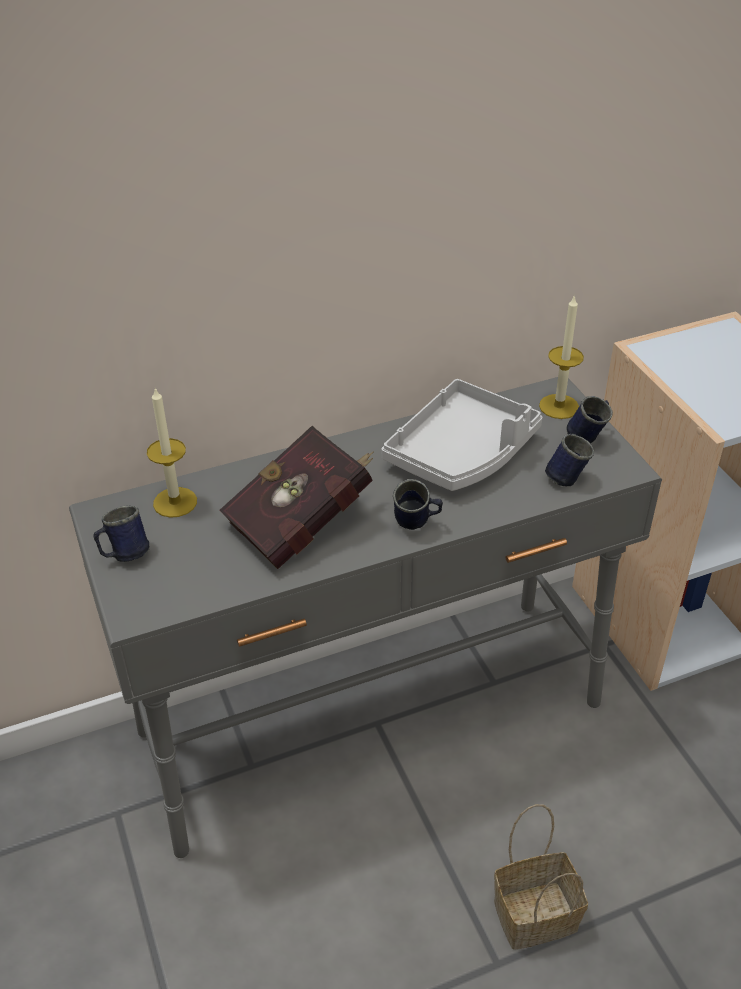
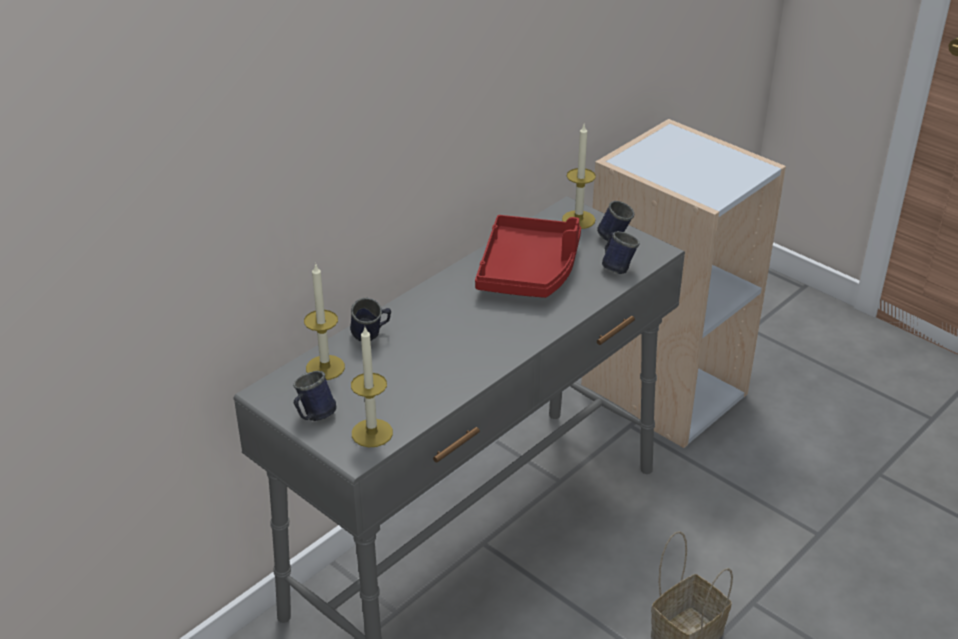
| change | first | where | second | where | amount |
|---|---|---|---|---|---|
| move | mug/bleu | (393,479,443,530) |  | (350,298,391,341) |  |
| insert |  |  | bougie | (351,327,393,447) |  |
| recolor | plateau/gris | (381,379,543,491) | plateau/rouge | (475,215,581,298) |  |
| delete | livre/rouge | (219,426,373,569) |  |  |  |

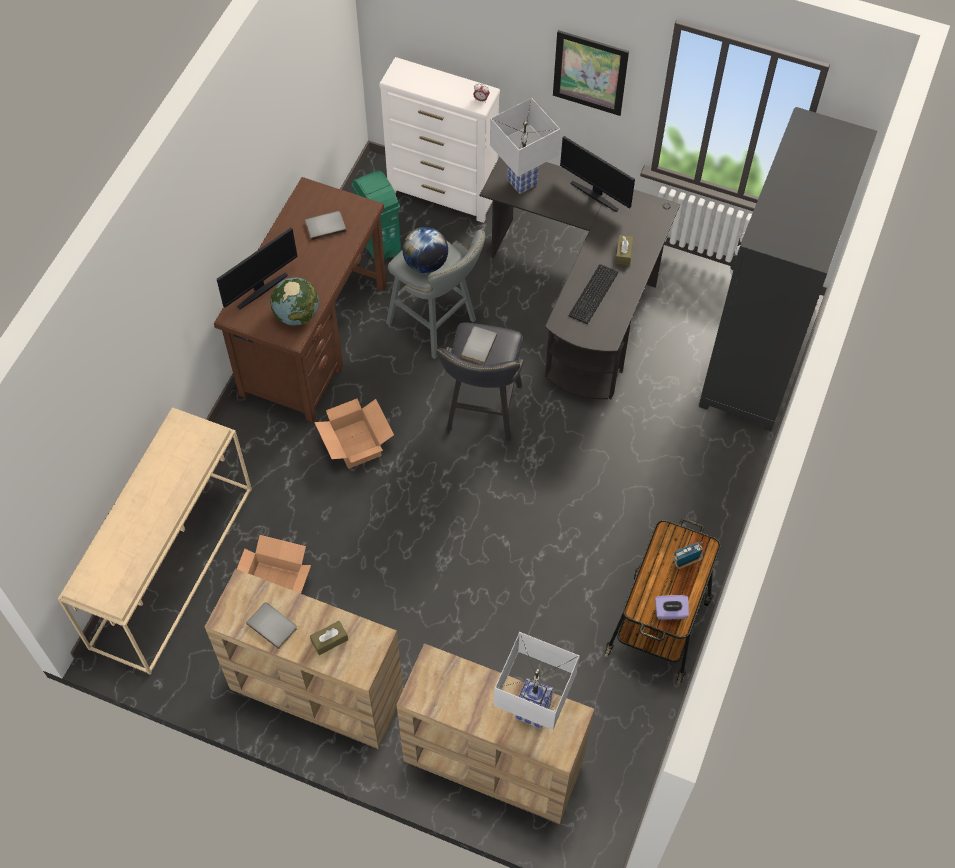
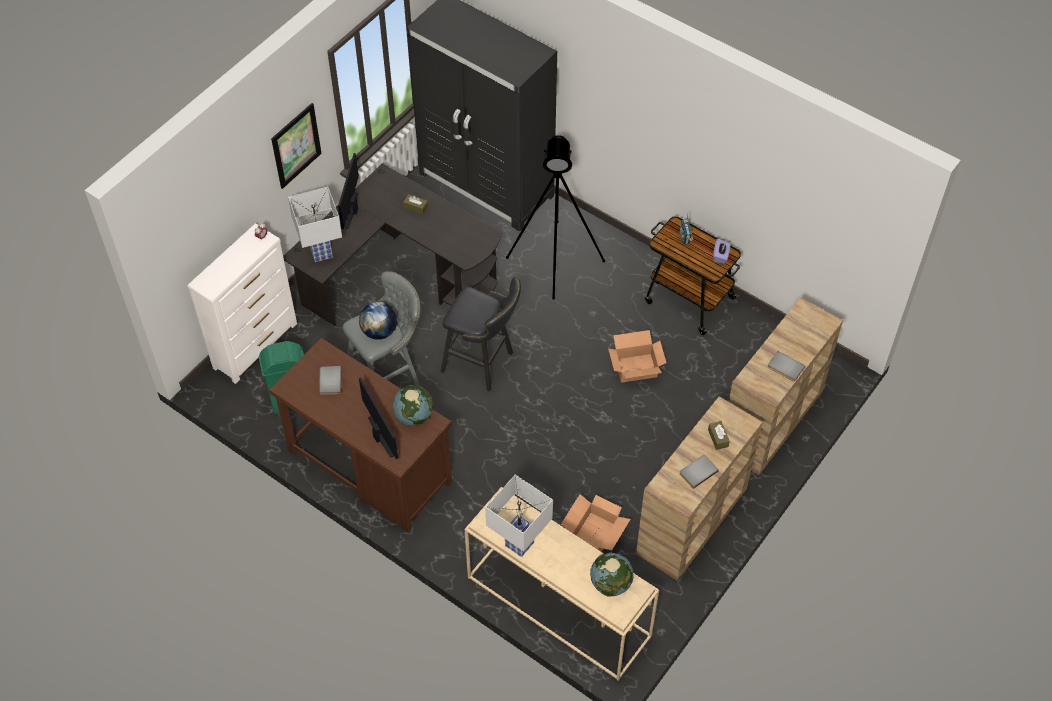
| change | first | where | second | where | amount |
|---|---|---|---|---|---|
| rotate | écran d'ordinateur | (560,136,635,212) |  | (338,153,359,229) | 135 degrees clockwise |
| move | lampe de table/blanc | (494,632,580,730) |  | (485,475,553,557) |  |
| insert |  |  | lampadaire/noir | (506,135,605,300) |  |
| insert |  |  | globe | (590,553,634,597) |  |
| move | carton | (314,398,394,469) |  | (608,330,667,383) |  |
| move | livre/gris | (462,326,497,365) |  | (767,351,805,382) |  |
| delete | clavier | (568,264,619,324) |  |  |  |

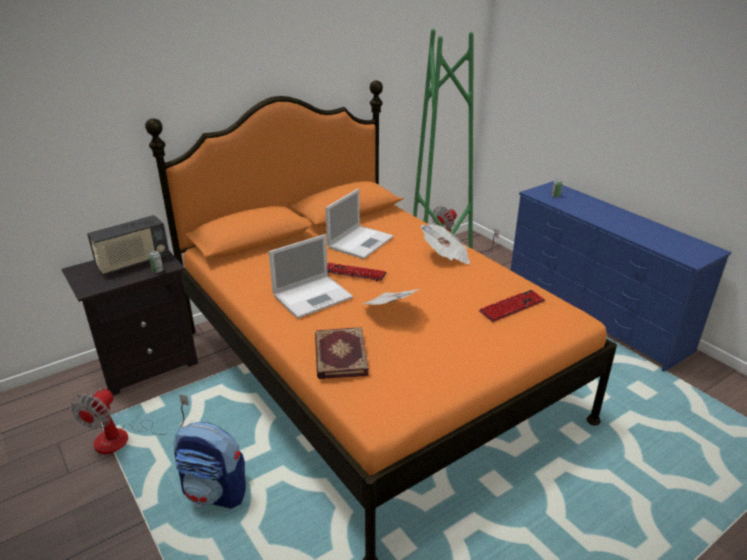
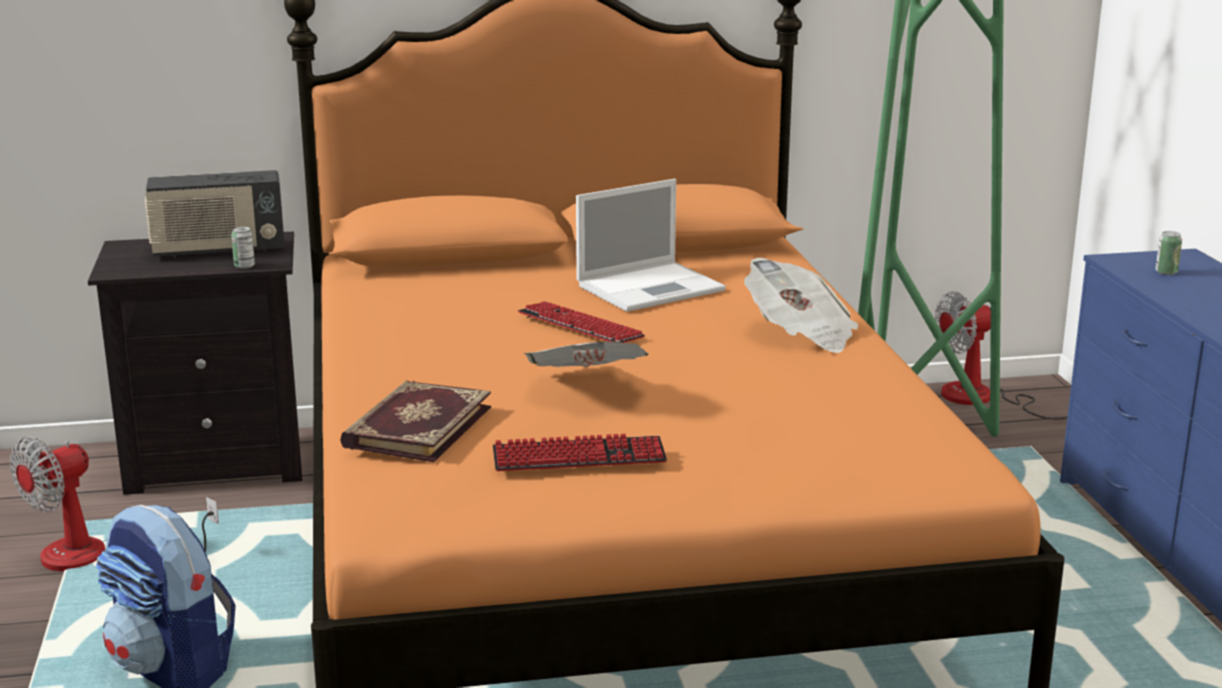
| change | first | where | second | where | amount |
|---|---|---|---|---|---|
| move | clavier | (479,290,545,322) |  | (493,434,667,471) |  |
| delete | ordinateur portable | (269,234,353,319) |  |  |  |

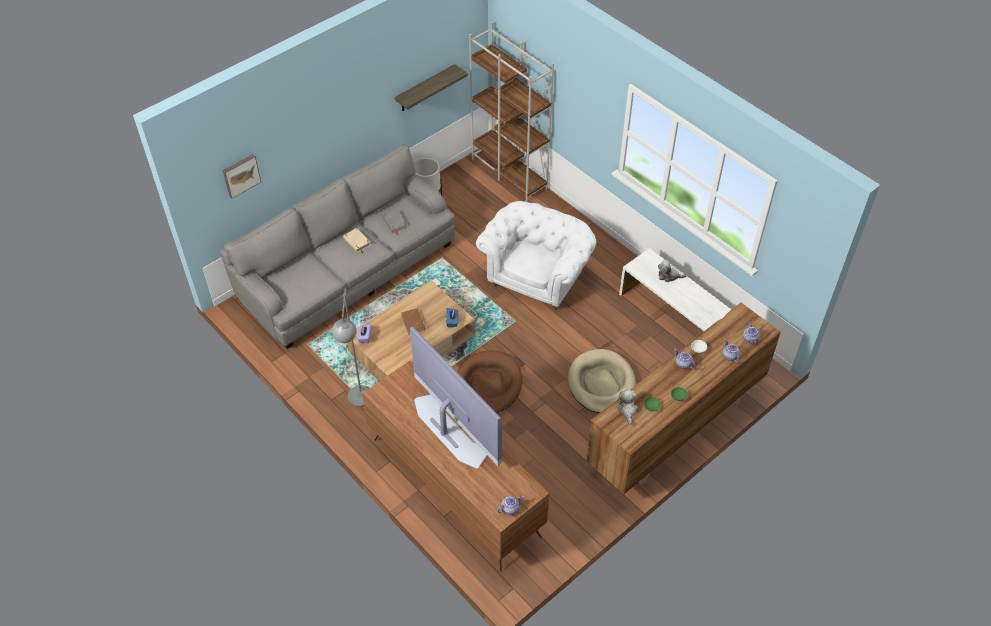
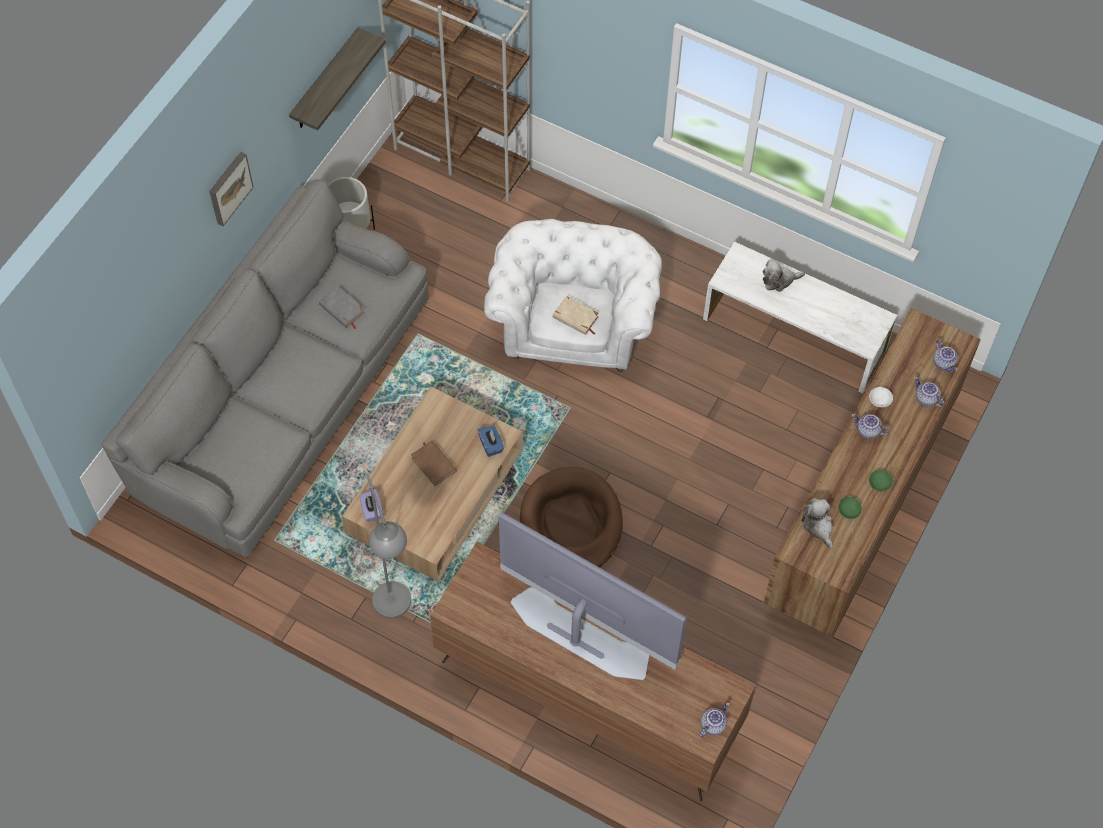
| change | first | where | second | where | amount |
|---|---|---|---|---|---|
| move | tableau | (223,154,261,199) |  | (209,152,254,226) |  |
| move | livre/beige | (343,228,370,254) |  | (553,296,599,335) |  |
| delete | panier pour chien/beige | (568,349,636,413) |  |  |  |

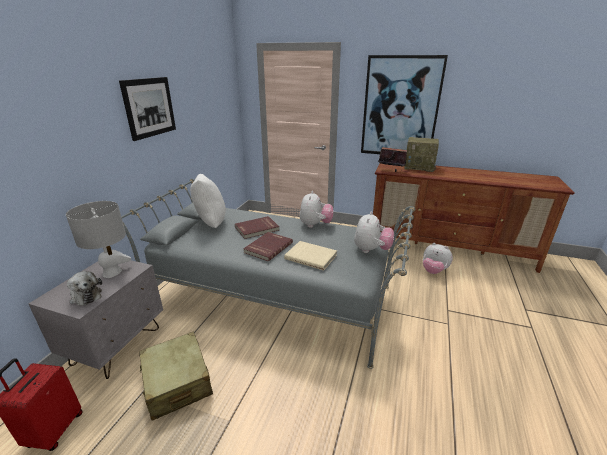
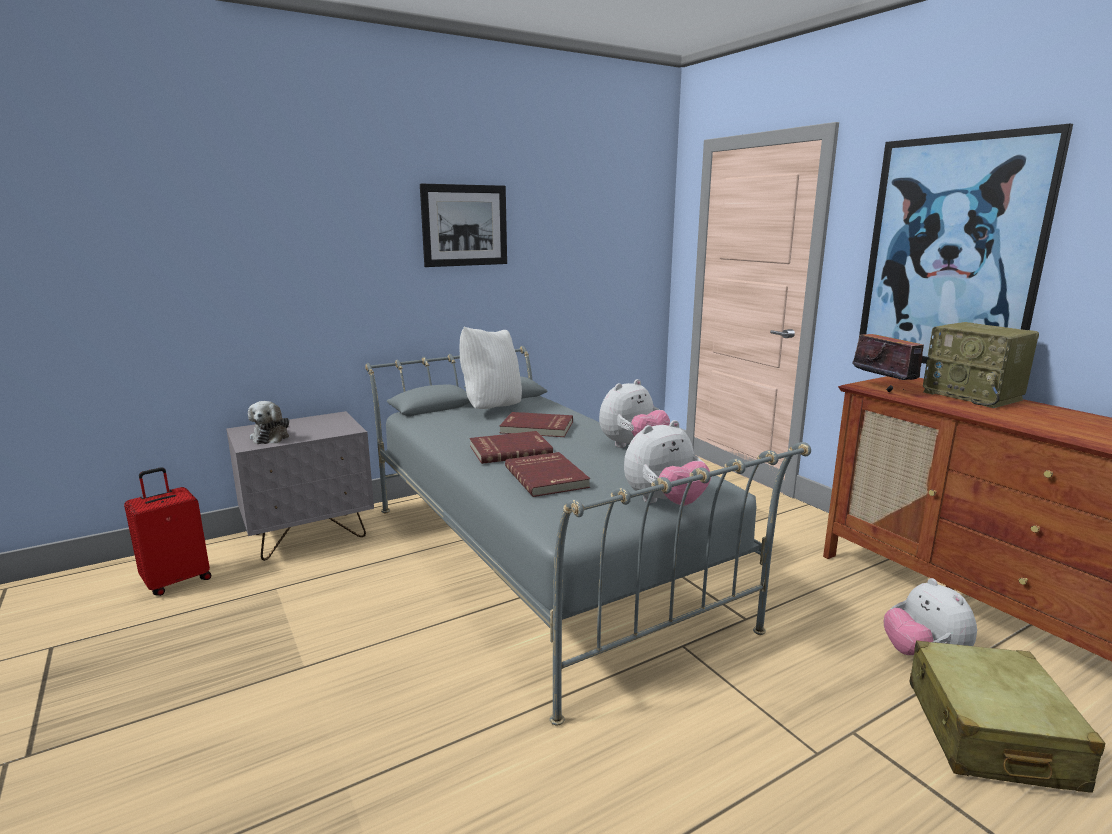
| change | first | where | second | where | amount |
|---|---|---|---|---|---|
| recolor | livre/beige | (284,241,337,271) | livre/rouge | (505,452,590,497) |  |
| move | valise/beige | (139,331,213,421) |  | (910,641,1106,793) |  |
| delete | lampe de table/gris | (66,201,131,278) |  |  |  |

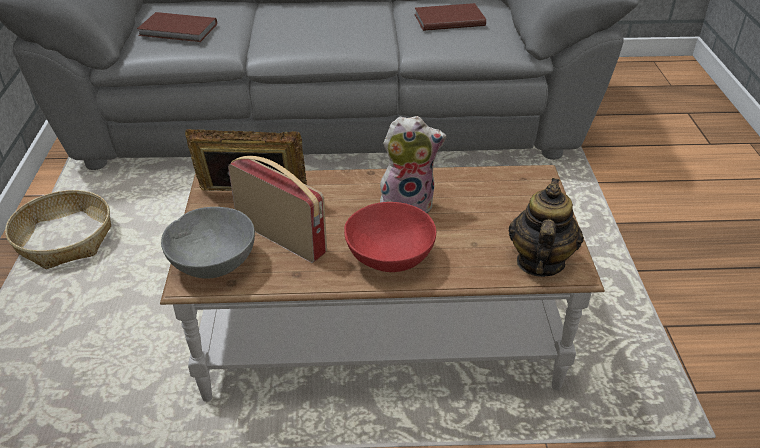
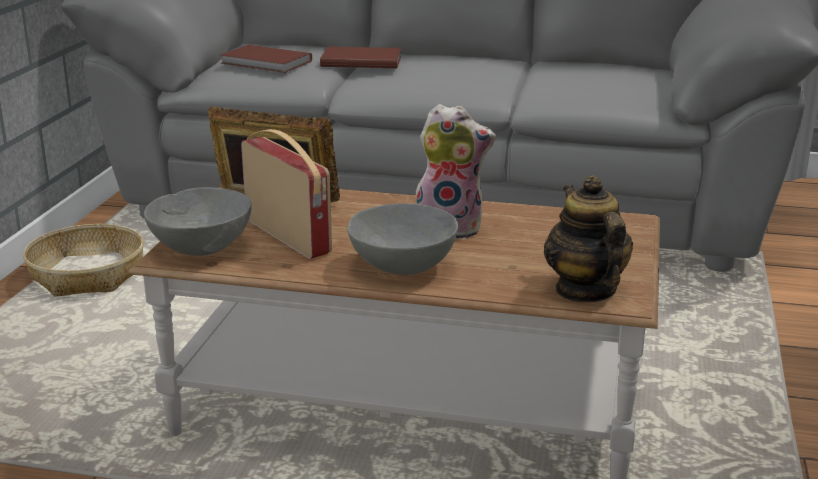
| change | first | where | second | where | amount |
|---|---|---|---|---|---|
| move | livre/marron | (414,3,486,31) |  | (320,46,401,68) |  |
| recolor | bol/rouge | (344,202,436,272) | bol/gris | (347,203,458,275) |  |
| rotate | théière | (509,178,584,277) |  | (544,175,633,303) | 45 degrees counterclockwise |

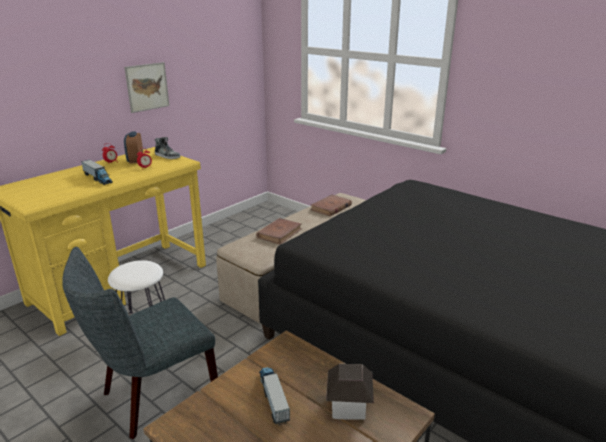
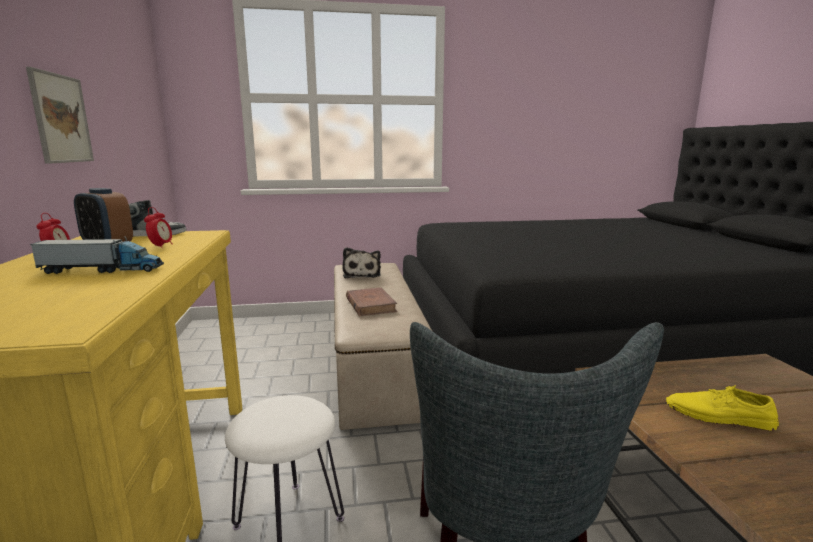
| change | first | where | second | where | amount |
|---|---|---|---|---|---|
| replace | livre/marron | (310,195,352,216) | peluche | (342,247,381,278) |  |
| replace | camion jouet | (259,367,290,425) | chaussure/jaune | (666,385,779,431) |  |
| delete | maison miniature | (326,364,374,420) |  |  |  |

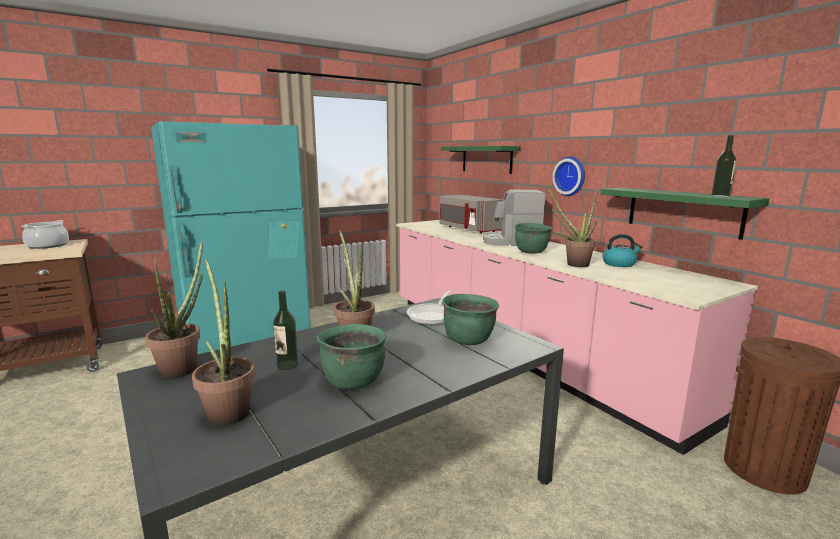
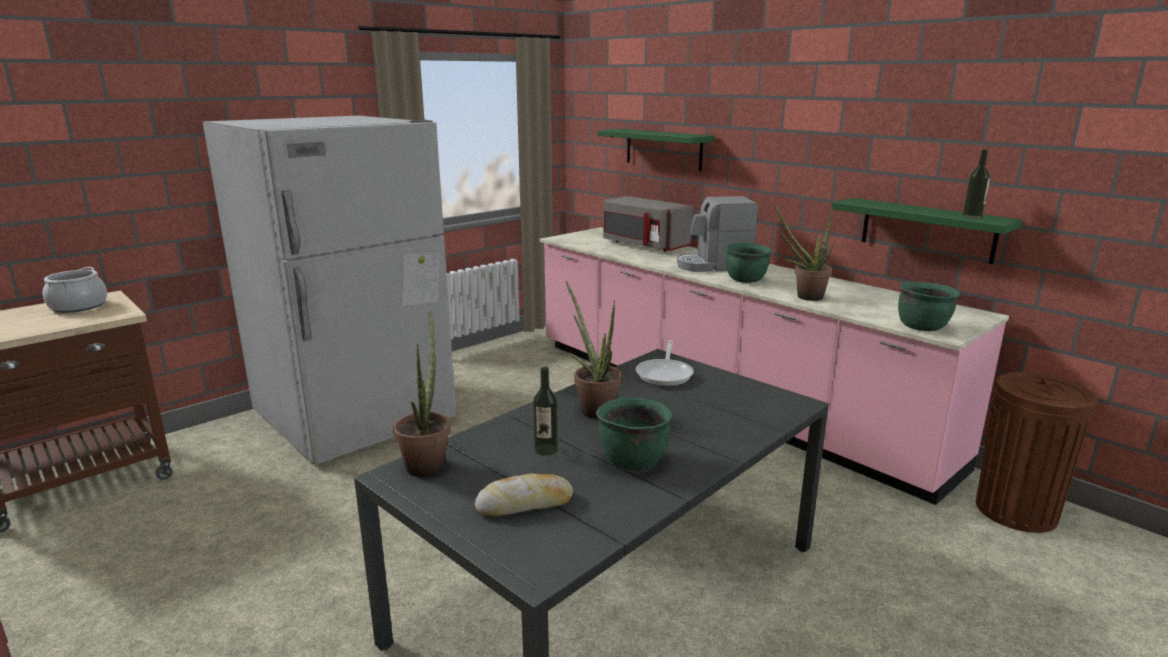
| change | first | where | second | where | amount |
|---|---|---|---|---|---|
| recolor | réfrigérateur/turquoise | (151,121,311,355) | réfrigérateur/blanc | (202,116,456,464) |  |
| replace | plante en pot | (192,258,255,426) | pain | (475,474,573,516) |  |
| move | marmite/vert | (442,294,499,345) |  | (898,282,960,331) |  |
| delete | horloge murale | (552,157,585,196) |  |  |  |
| delete | bouilloire | (602,234,642,267) |  |  |  |

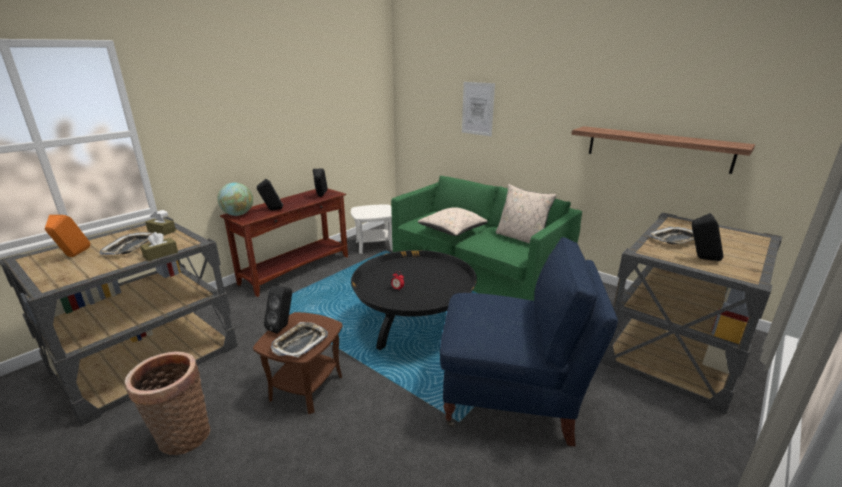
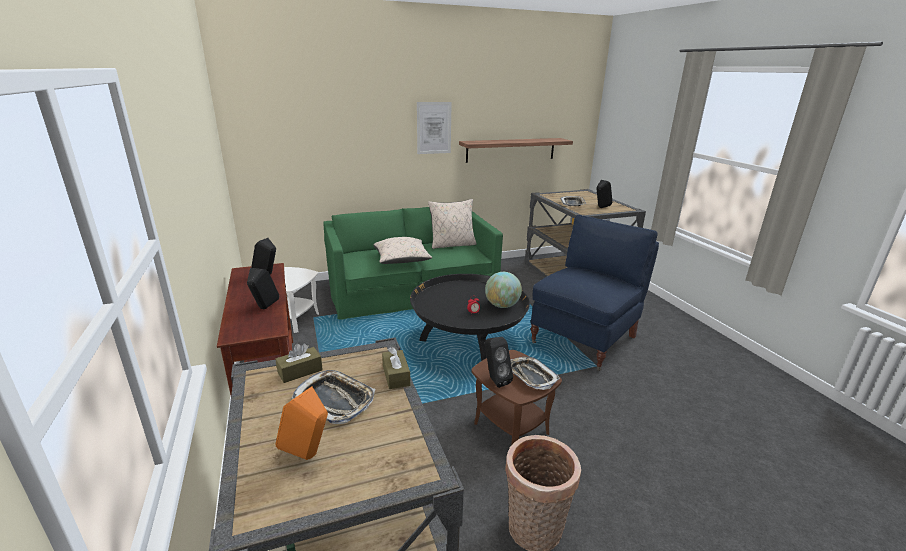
| change | first | where | second | where | amount |
|---|---|---|---|---|---|
| move | tableau | (462,82,495,136) |  | (417,102,452,154) |  |
| move | globe | (217,183,253,216) |  | (485,272,522,308) |  |

